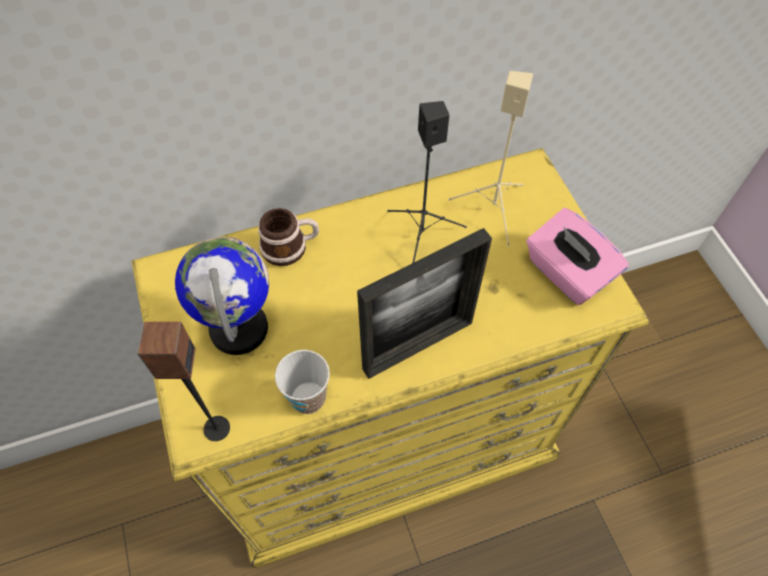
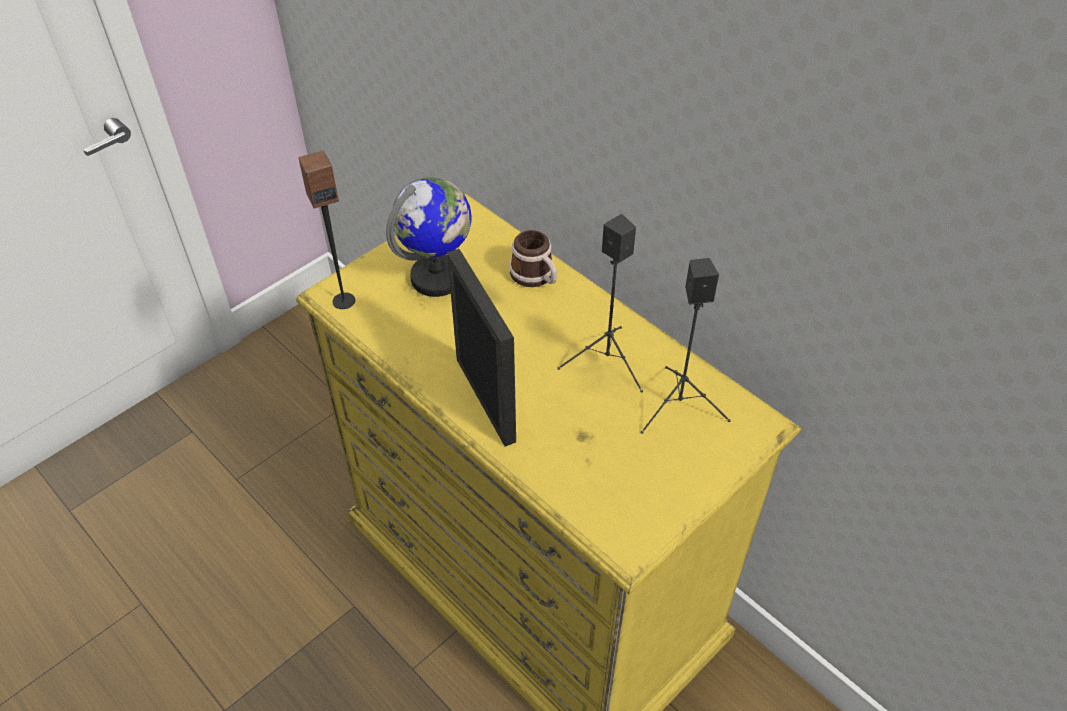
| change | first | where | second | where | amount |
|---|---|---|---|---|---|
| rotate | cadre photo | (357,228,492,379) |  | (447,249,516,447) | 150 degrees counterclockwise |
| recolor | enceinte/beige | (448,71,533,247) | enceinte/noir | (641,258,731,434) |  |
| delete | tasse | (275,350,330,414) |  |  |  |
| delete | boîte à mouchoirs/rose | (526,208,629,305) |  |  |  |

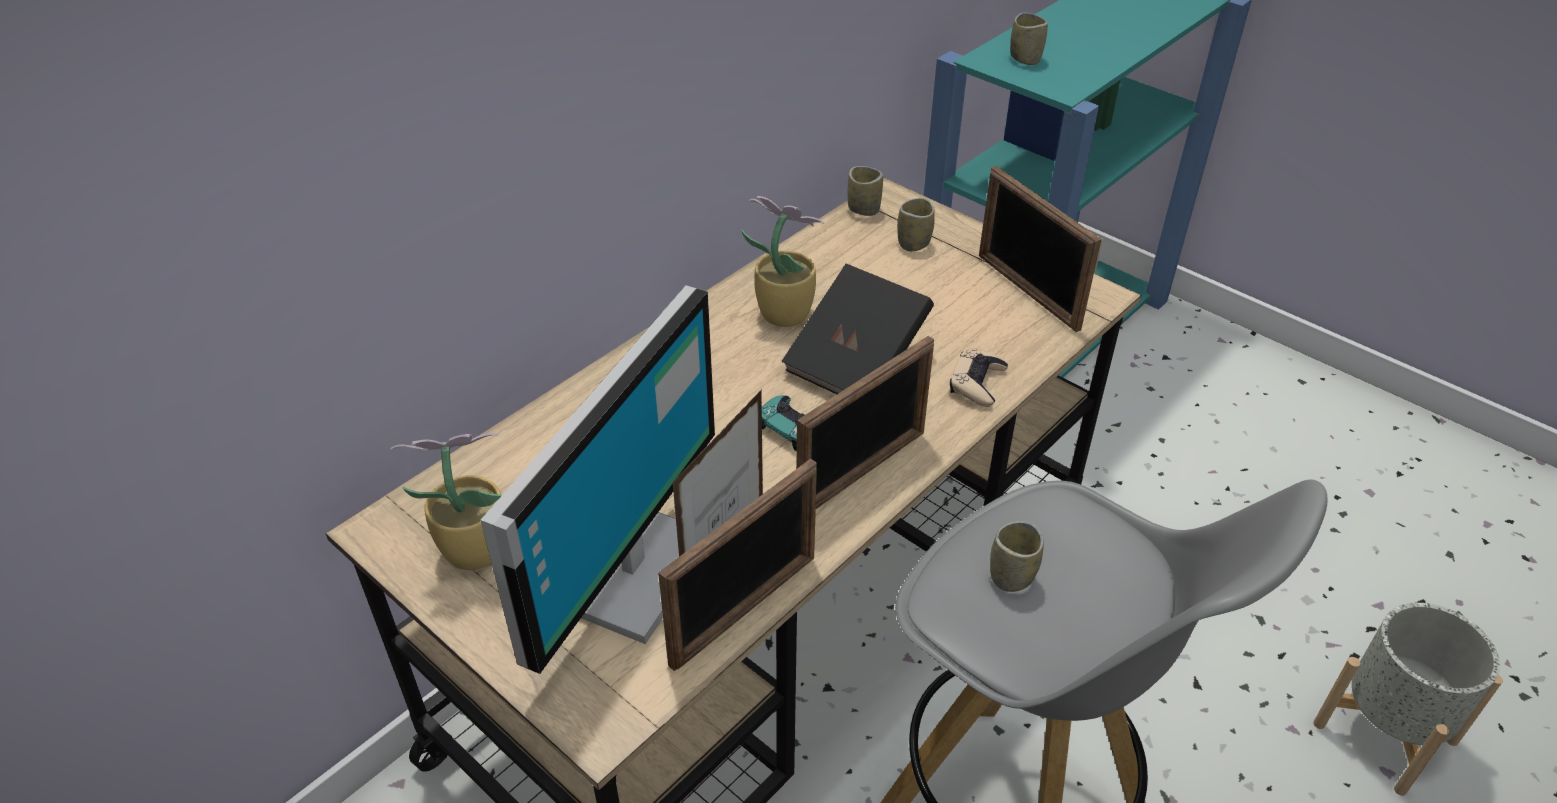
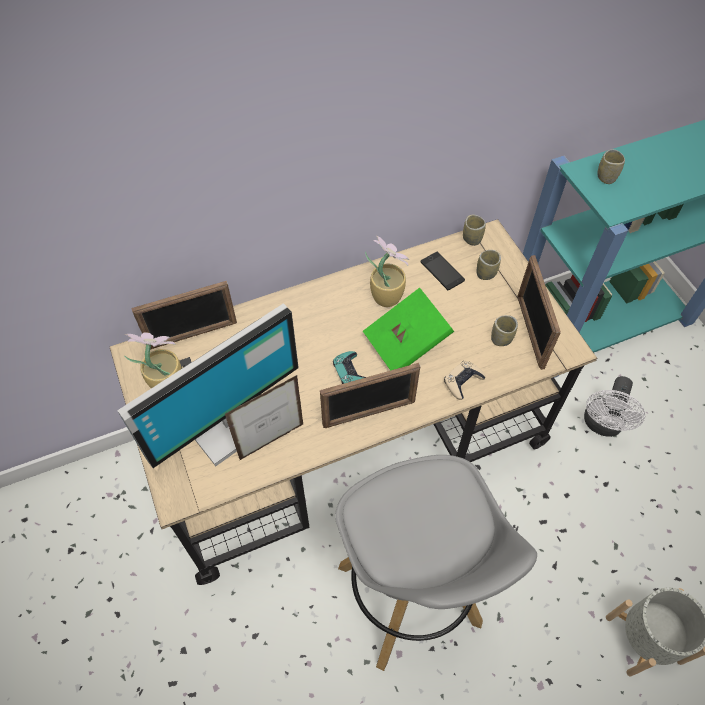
| change | first | where | second | where | amount |
|---|---|---|---|---|---|
| move | cadre photo | (658,458,817,671) |  | (131,281,237,349) |  |
| recolor | livre/noir | (782,264,934,394) | livre/vert | (363,288,454,371) |  |
| insert |  |  | téléphone | (420,252,465,290) |  |
| move | tasse | (990,521,1044,592) |  | (491,315,518,346) |  |
| insert |  |  | ventilateur/blanc | (584,376,645,437) |  |

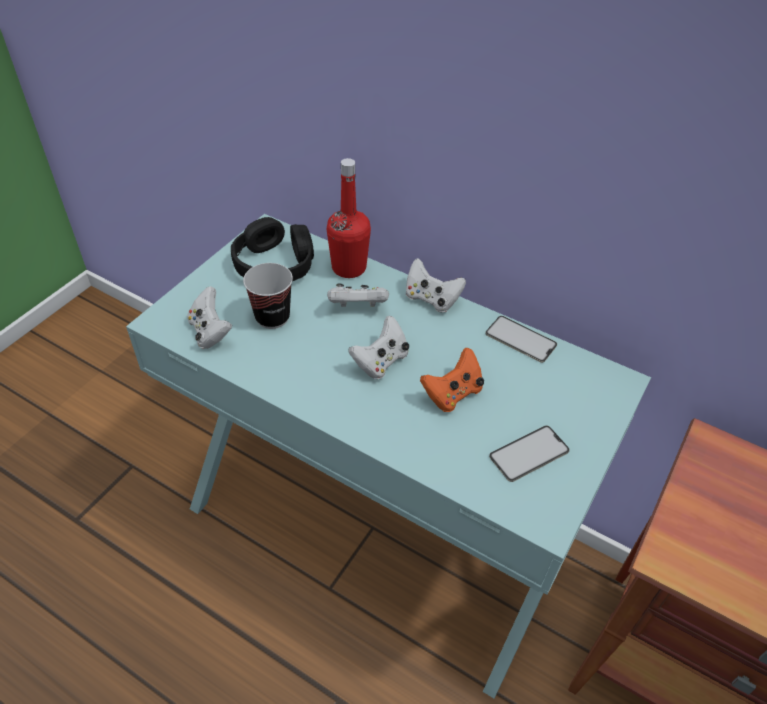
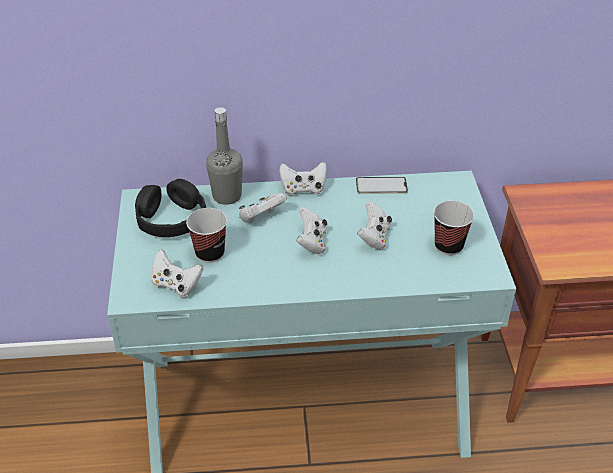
| change | first | where | second | where | amount |
|---|---|---|---|---|---|
| recolor | bouteille/rouge | (327,158,371,278) | bouteille/gris | (206,107,243,205) |  |
| recolor | manette/orange | (420,348,484,412) | manette/blanc | (357,201,392,250) |  |
| replace | téléphone | (489,425,570,482) | tasse | (434,201,474,255) |  |

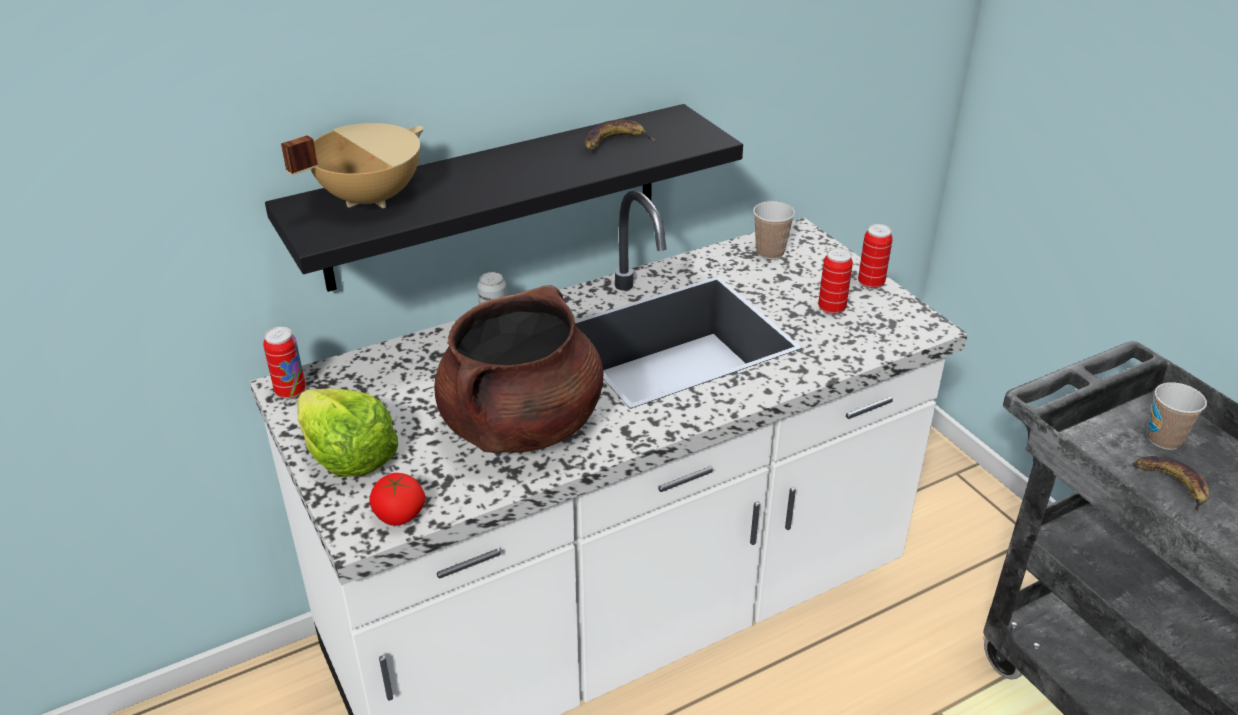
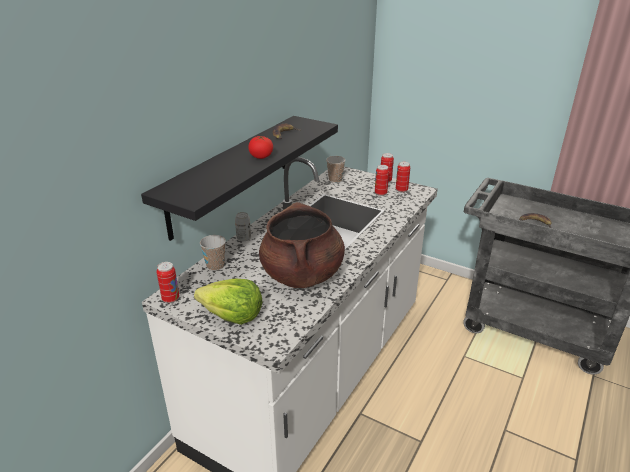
| change | first | where | second | where | amount |
|---|---|---|---|---|---|
| move | tasse | (1148,382,1207,450) |  | (200,235,226,271) |  |
| move | tomate | (369,473,425,526) |  | (248,136,273,159) |  |
| insert |  |  | boîte métallique | (396,162,410,192) |  |
| delete | marmite/beige | (281,123,424,208) |  |  |  |

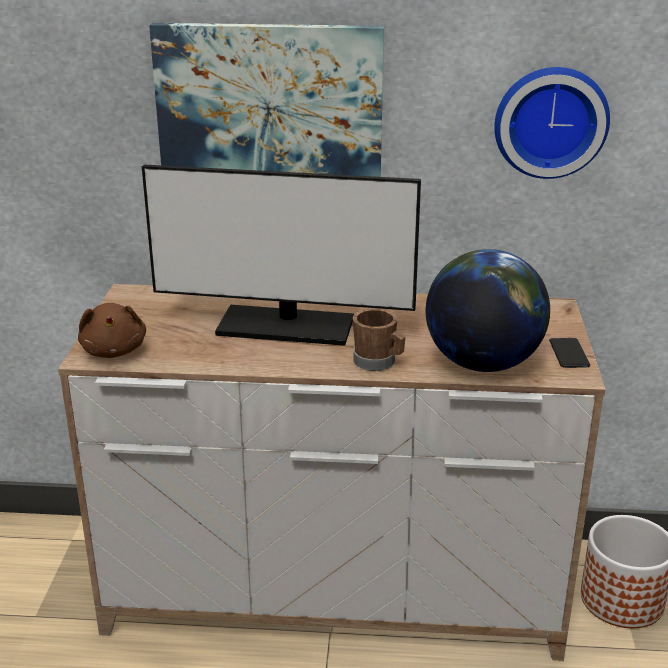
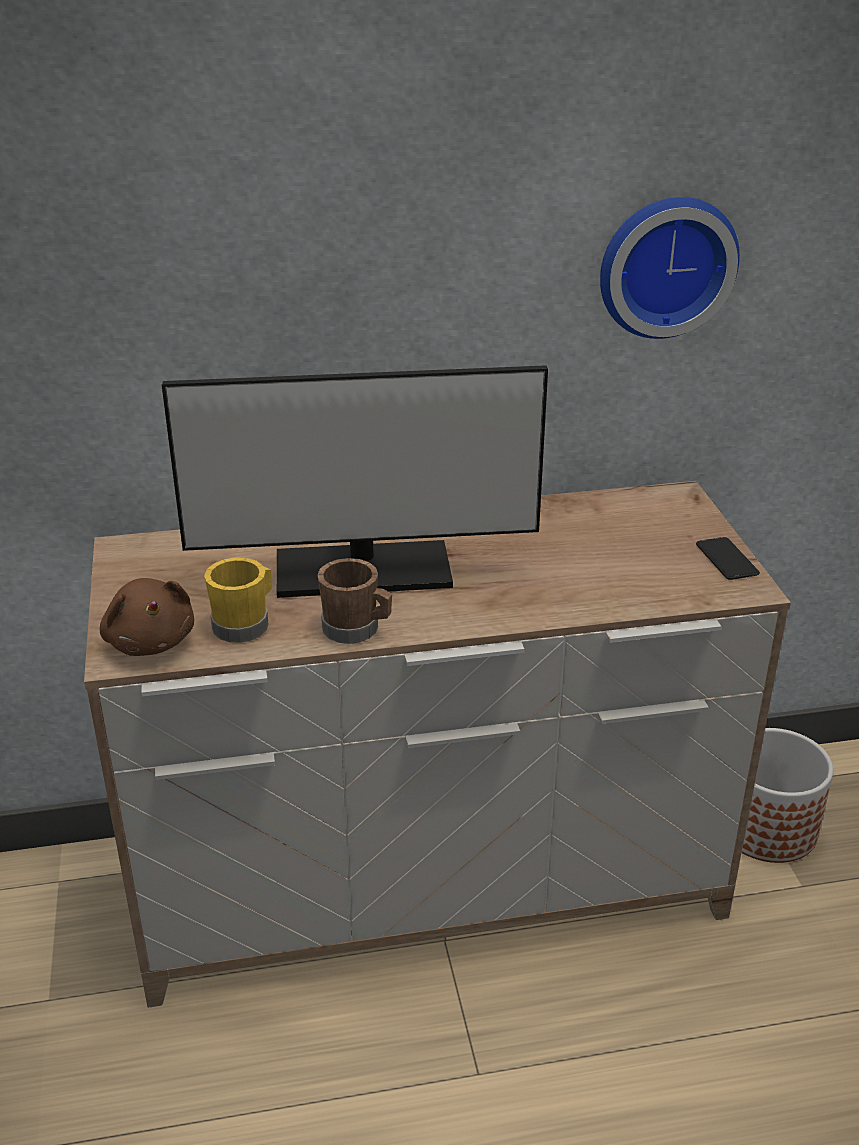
| change | first | where | second | where | amount |
|---|---|---|---|---|---|
| insert |  |  | mug/jaune | (204,557,272,643) |  |
| move | mug/marron | (353,308,406,371) |  | (317,558,392,644) |  |
| delete | tableau | (149,23,384,177) |  |  |  |
| delete | globe | (426,249,550,372) |  |  |  |

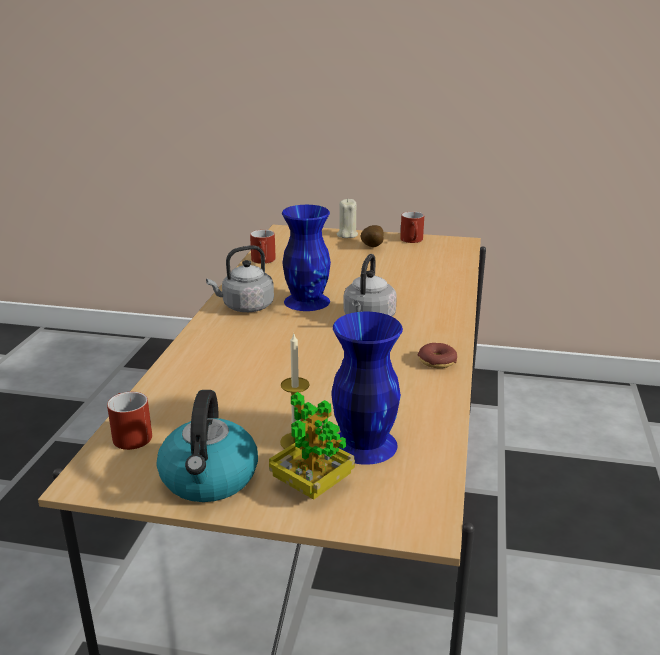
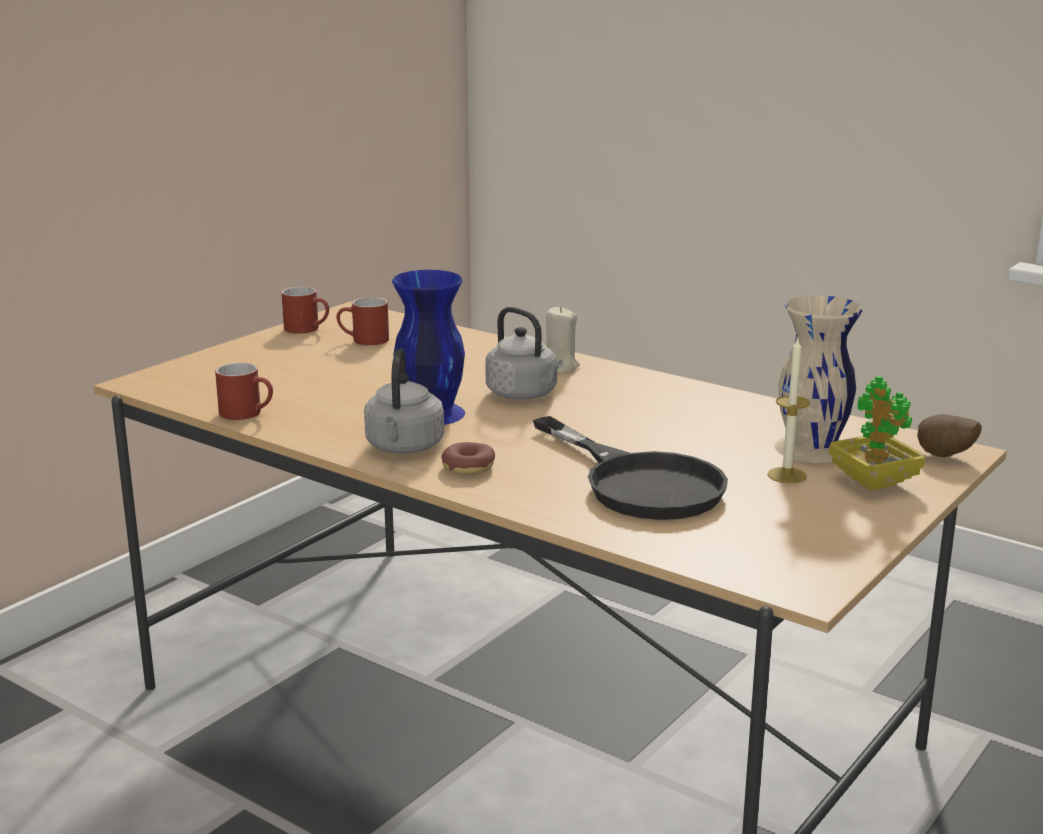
| change | first | where | second | where | amount |
|---|---|---|---|---|---|
| move | mug/rouge | (107,392,152,450) |  | (336,297,389,346) |  |
| move | beignet | (417,343,457,368) |  | (442,442,495,475) |  |
| insert |  |  | poêle/noir | (533,416,728,520) |  |
| move | bougie/beige | (337,199,358,238) |  | (546,306,580,373) |  |
| recolor | vase/bleu | (331,312,403,465) | vase/beige | (774,295,863,463) |  |
| move | pomme de terre | (361,225,384,247) |  | (917,414,982,457) |  |
| delete | bouilloire | (157,390,258,502) |  |  |  |

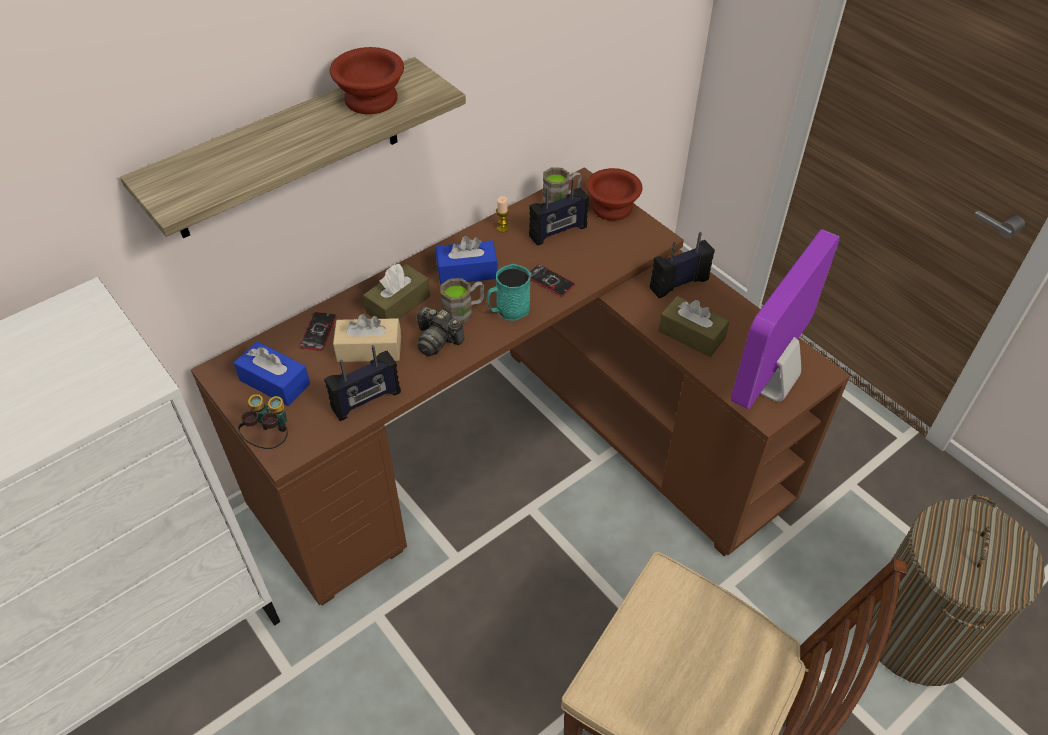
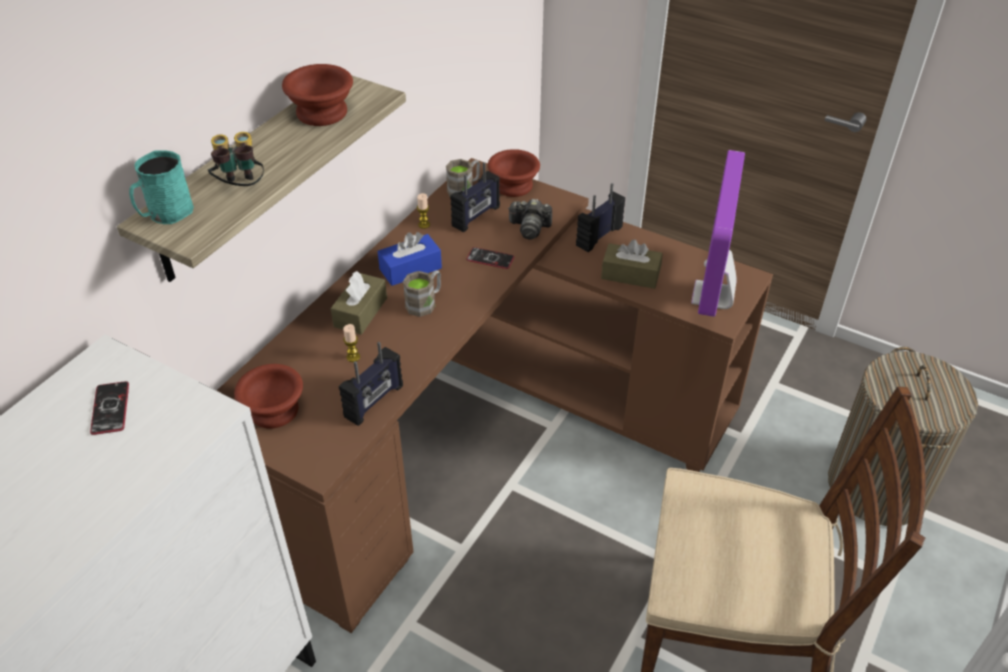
| change | first | where | second | where | amount |
|---|---|---|---|---|---|
| move | téléphone | (300,312,337,351) |  | (90,381,129,435) |  |
| move | mug/turquoise | (487,264,531,321) |  | (129,151,194,224) |  |
| move | jumelles | (238,394,288,449) |  | (208,132,264,186) |  |
| replace | boîte à mouchoirs/bleu | (234,341,310,406) | bol/marron | (234,364,303,429) |  |
| replace | boîte à mouchoirs/beige | (333,314,401,362) | bougie | (343,324,360,362) |  |
| move | appareil photo | (417,306,465,356) |  | (508,199,552,240) |  |

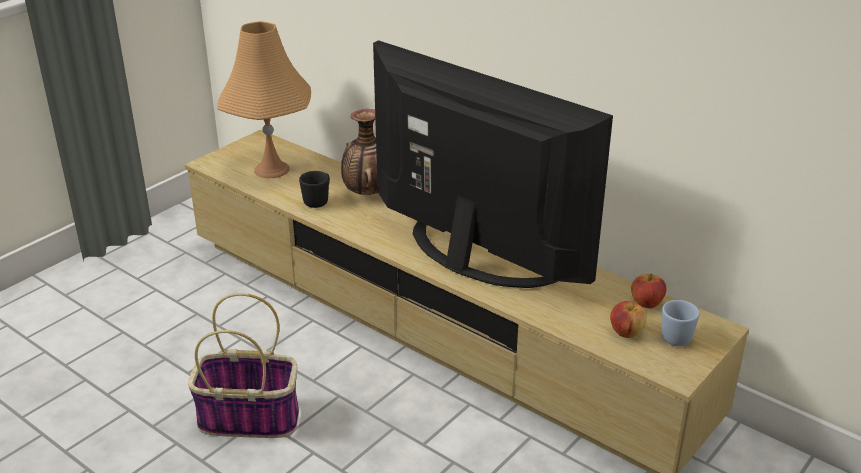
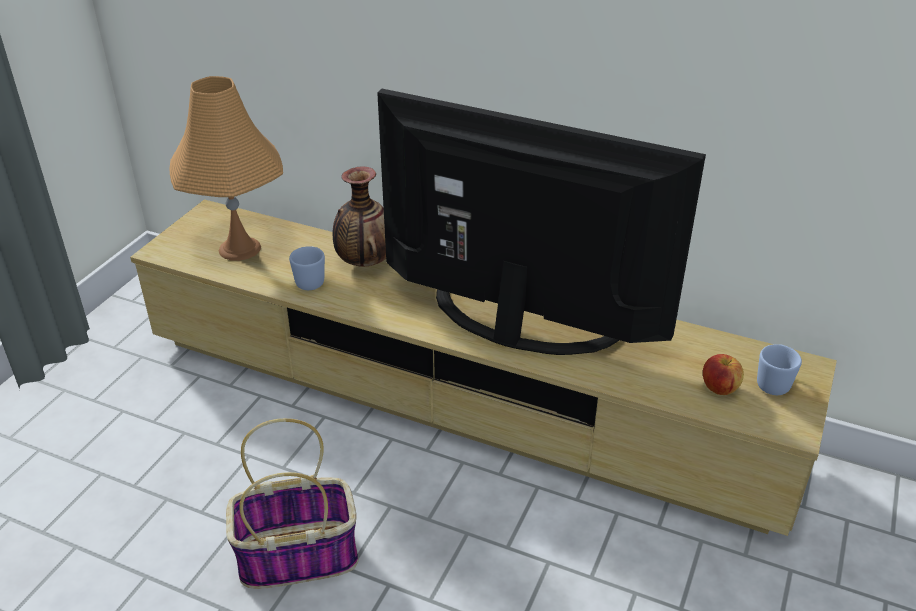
| change | first | where | second | where | amount |
|---|---|---|---|---|---|
| recolor | mug/noir | (299,171,330,208) | mug/bleu | (289,246,325,290) |  |
| delete | pomme | (631,273,667,309) |  |  |  |

